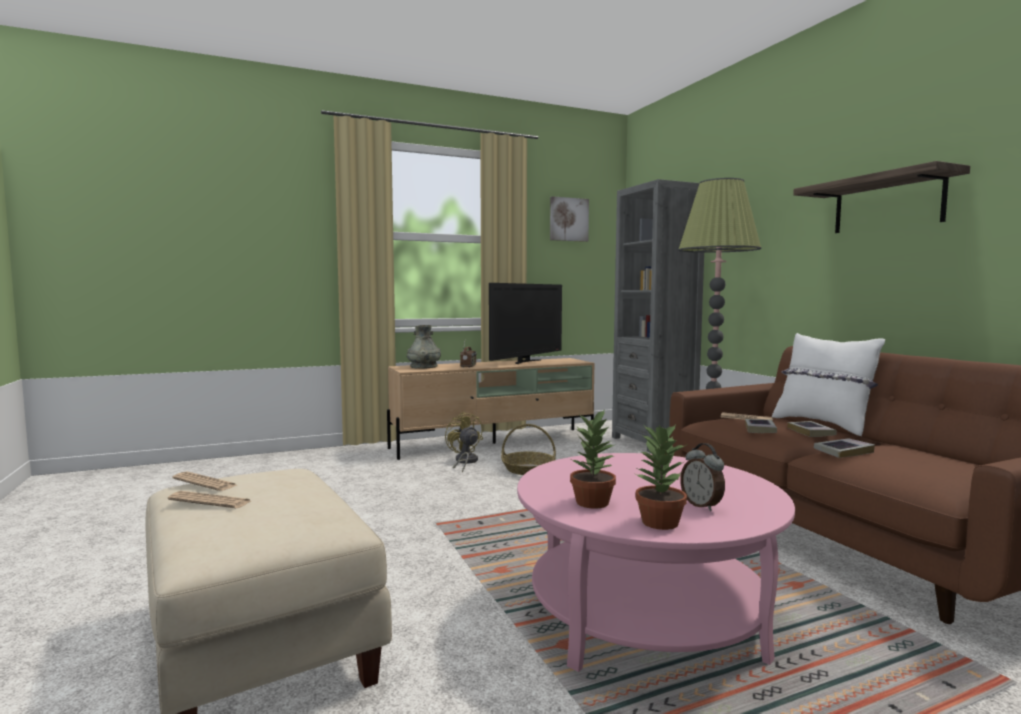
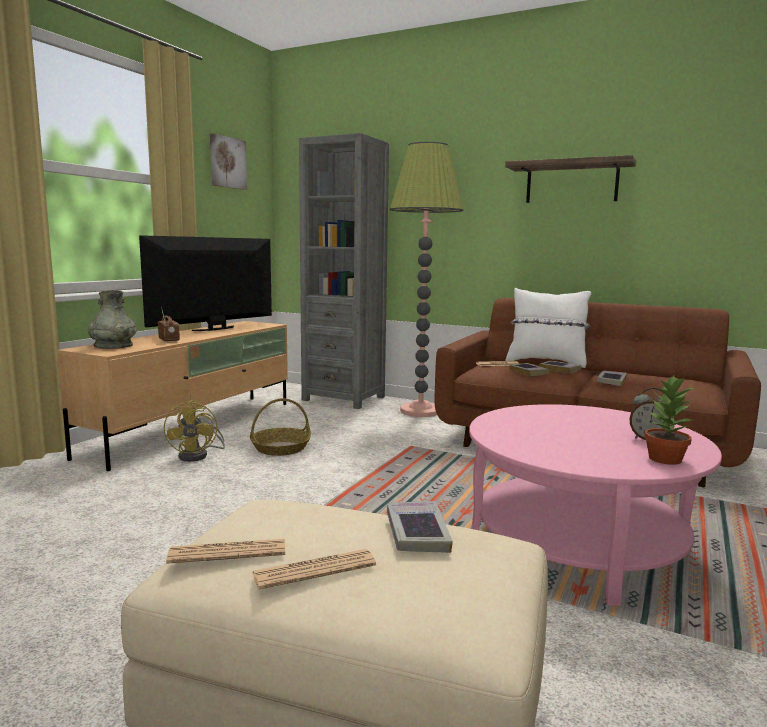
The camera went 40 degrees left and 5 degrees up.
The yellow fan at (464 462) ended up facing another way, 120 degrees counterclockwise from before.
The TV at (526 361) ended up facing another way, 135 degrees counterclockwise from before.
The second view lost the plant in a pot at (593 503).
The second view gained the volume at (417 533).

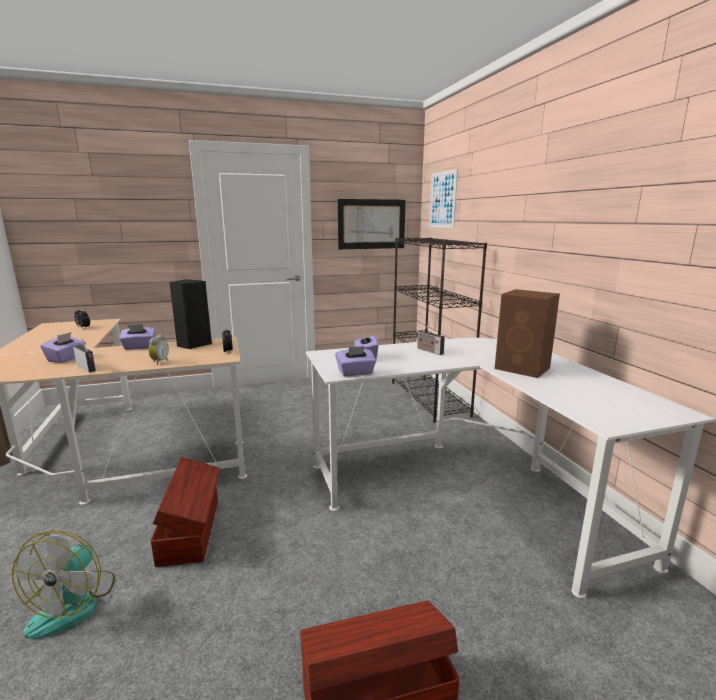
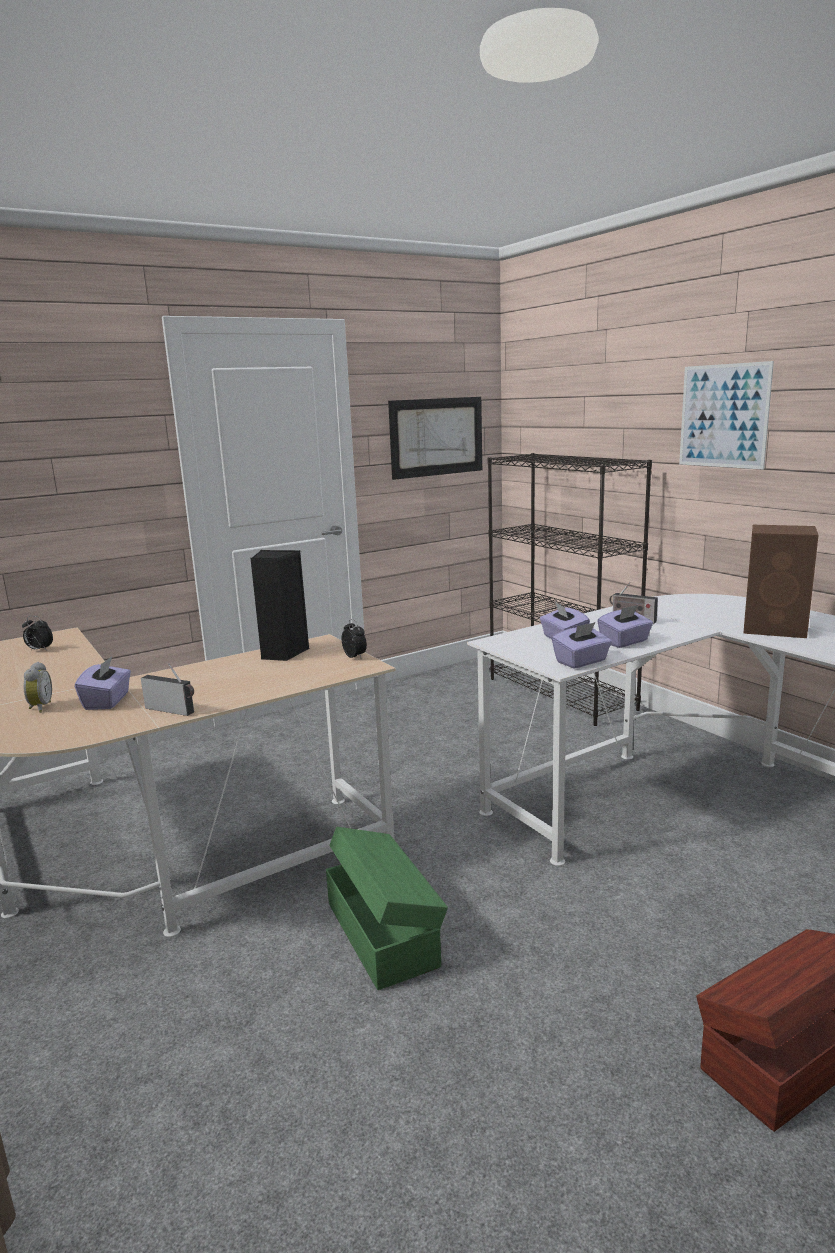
The camera went 15 degrees left and 0 degrees up.
The second view lost the fan at (74 603).
The purple tissue holder ended up elsewhere, having gone from (139 347) to (624 642).
The bedside clock ended up elsewhere, having gone from (159 362) to (39 708).
What was the brown-coloured storage container at (191 530) turned into the greenish storage container at (383 932).
The picture ended up elsewhere, having gone from (442 199) to (723 416).

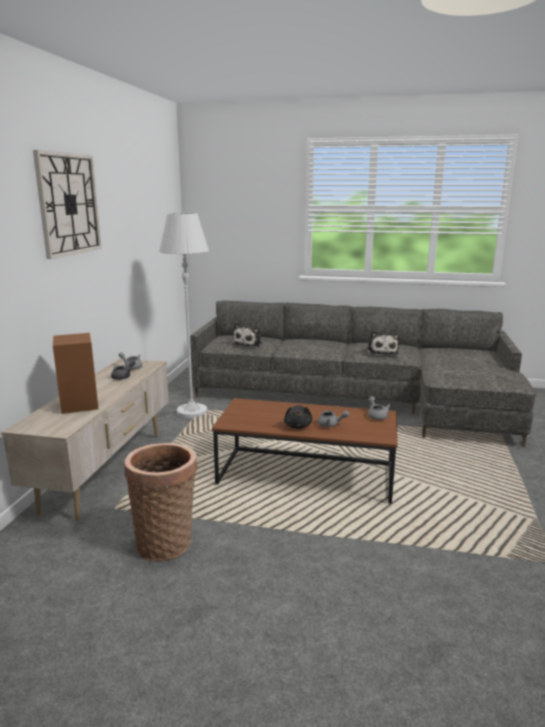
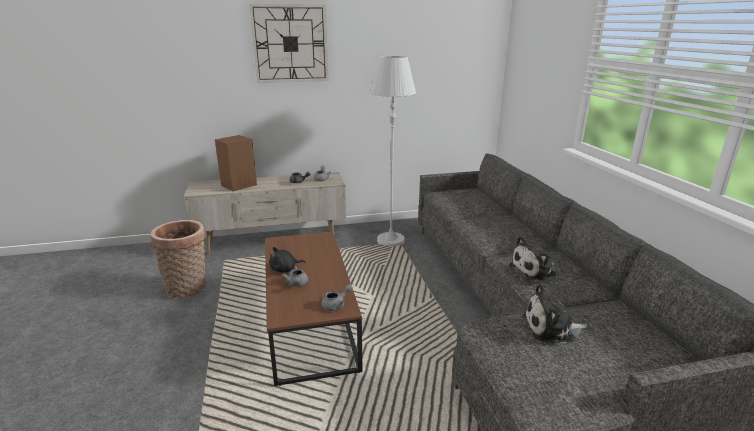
The camera went 65 degrees right and 5 degrees up.
The cuddly toy ended up elsewhere, having gone from (249 344) to (552 329).

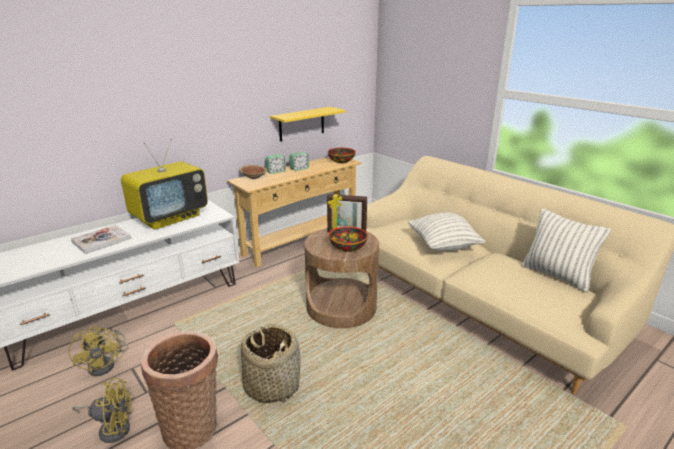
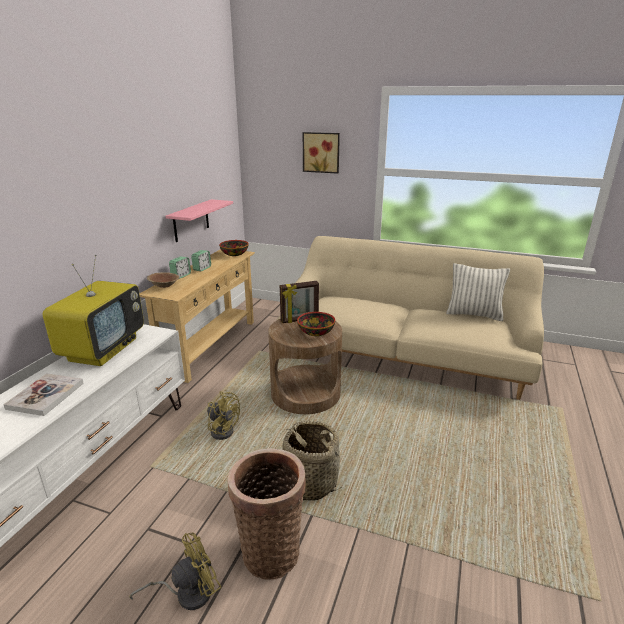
The camera went 30 degrees left and 0 degrees up.
The yellow fan ended up elsewhere, having gone from (106 364) to (222 429).
What was the yellow wall shelf at (301 123) turned into the pink wall shelf at (191 220).
The second view lost the cushion at (443 246).
The second view gained the picture at (321 152).

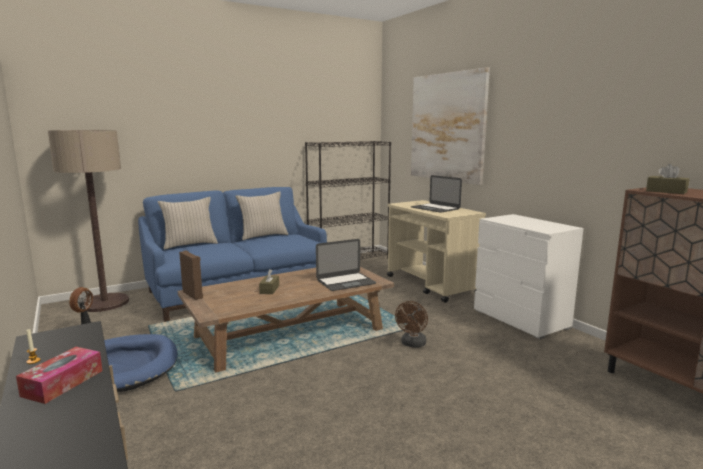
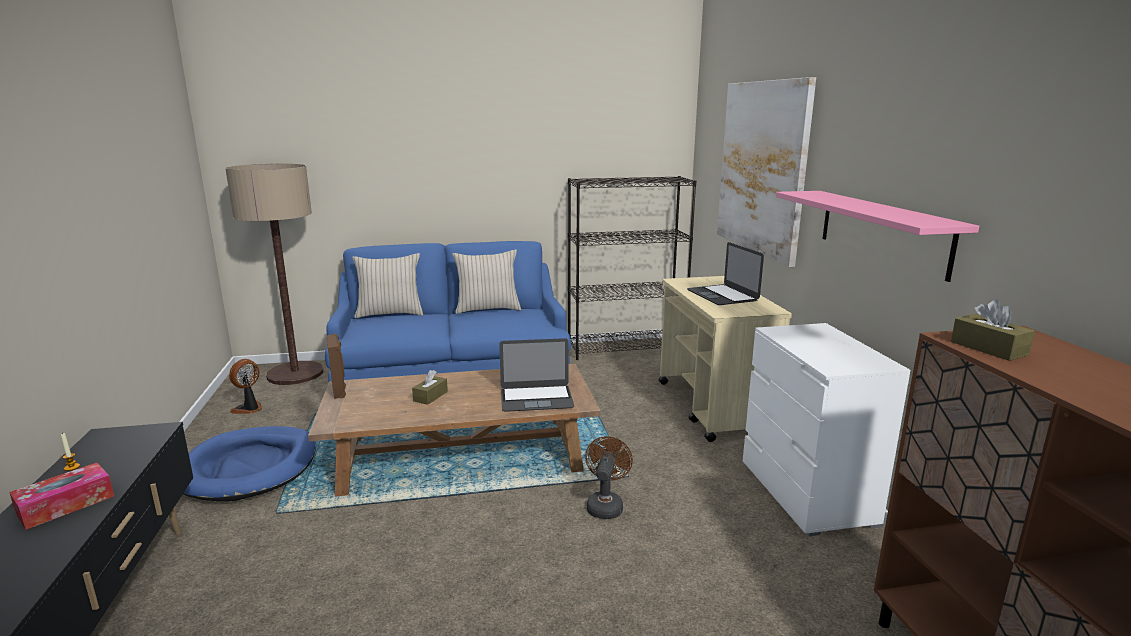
The camera went 20 degrees right and 5 degrees up.
The brown-coloured fan at (412 344) ended up facing another way, 150 degrees clockwise from before.
The second view gained the pink wall shelf at (882 231).

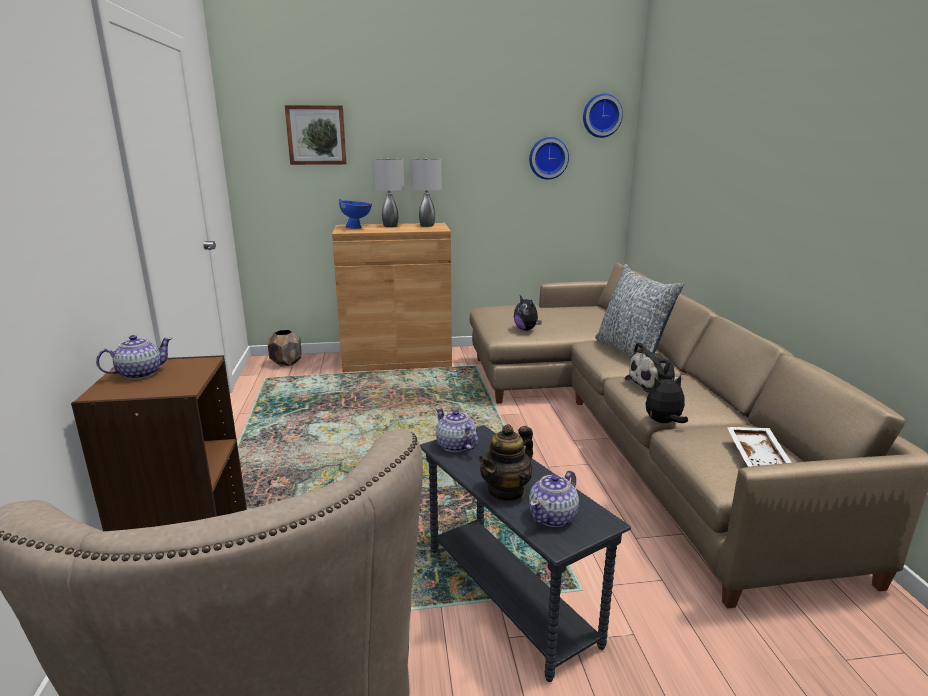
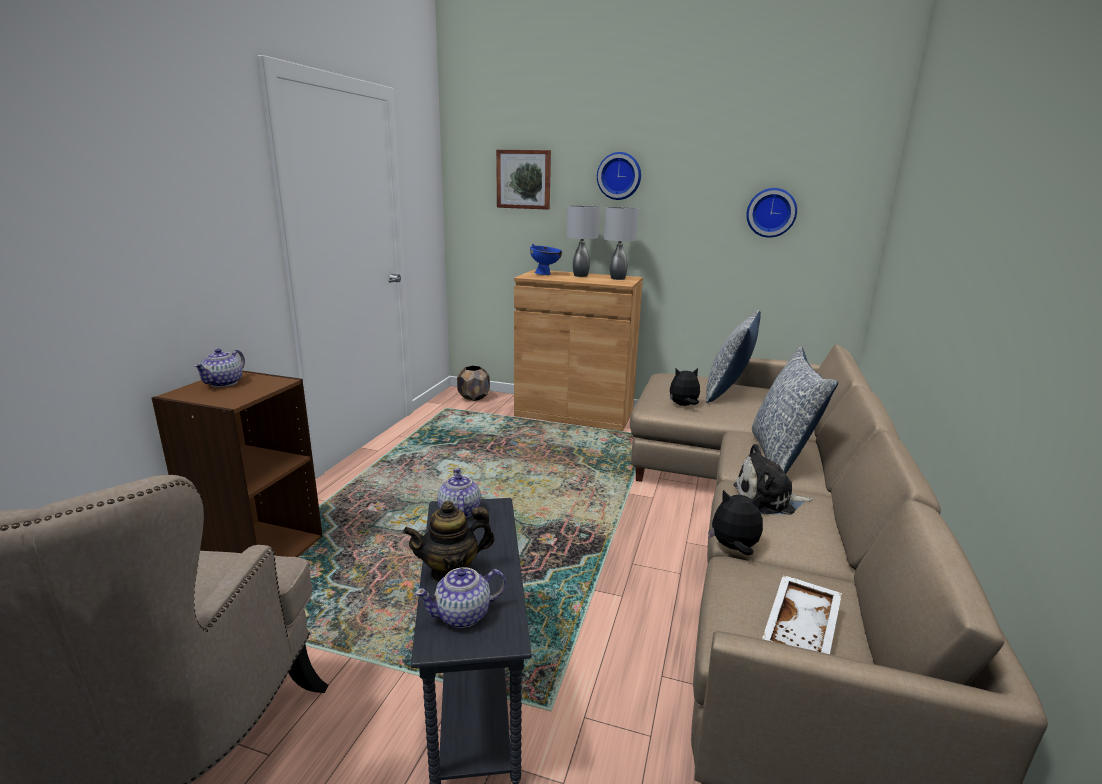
The camera went 25 degrees right and 0 degrees up.
The tea pot at (139 374) ended up facing another way, 120 degrees clockwise from before.
The cuddly toy at (526 329) ended up facing another way, 90 degrees clockwise from before.
The wall clock ended up elsewhere, having gone from (601 116) to (619 176).
The second view gained the cushion at (728 392).

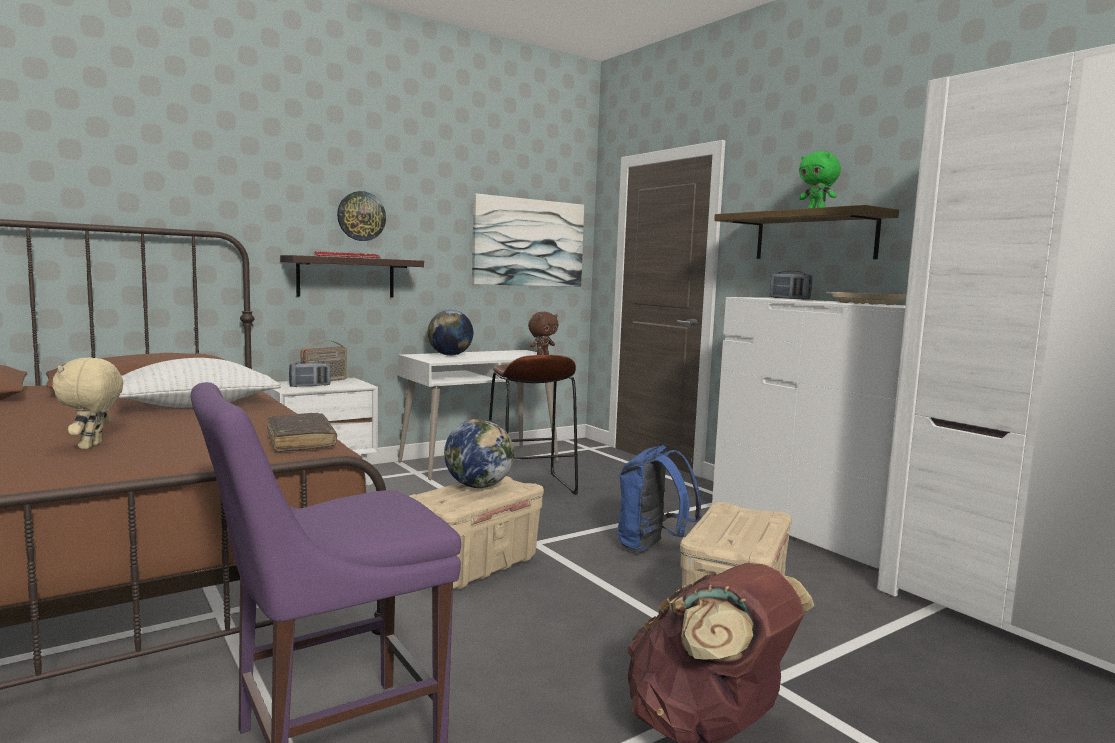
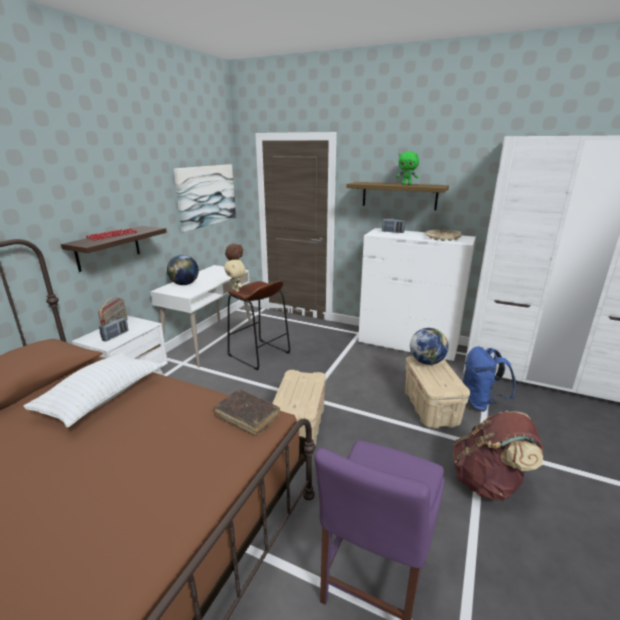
The camera went 30 degrees left and 15 degrees up.
The beige cuddly toy ended up elsewhere, having gone from (92 446) to (236 290).
The second view lost the wall clock at (361 216).
The globe ended up elsewhere, having gone from (479 486) to (426 362).
The bluish backpack ended up elsewhere, having gone from (652 547) to (481 403).

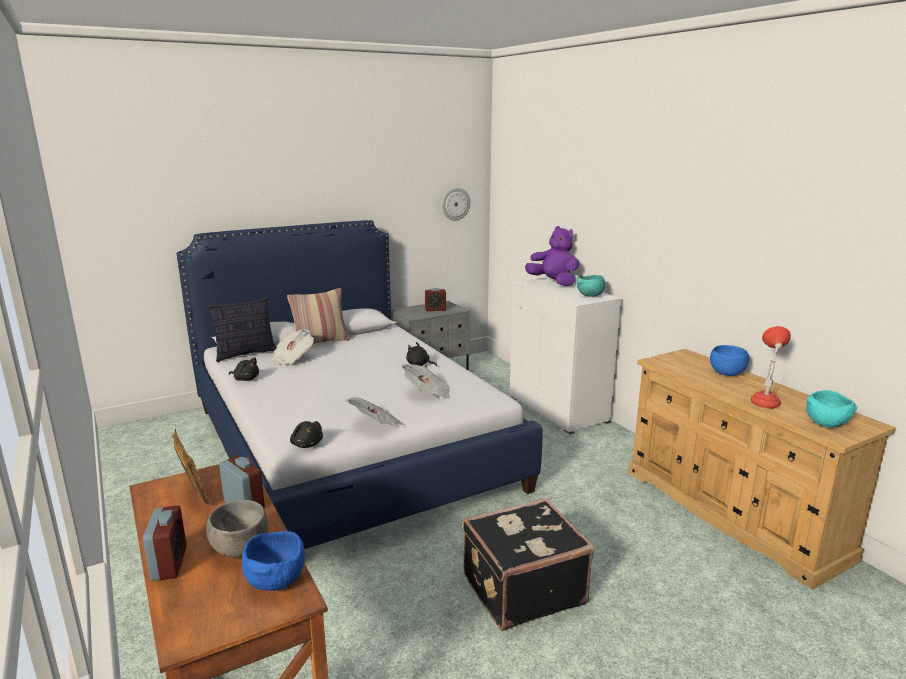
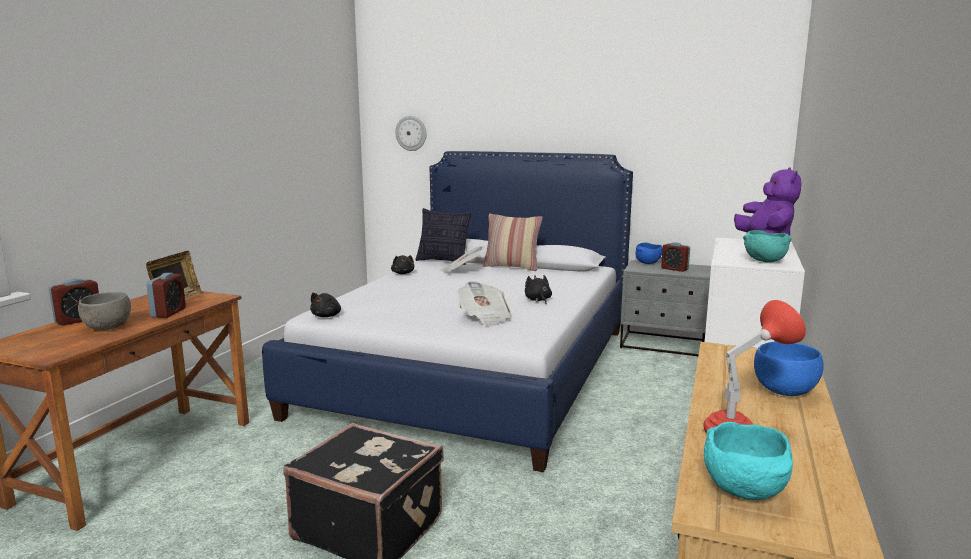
The camera went 50 degrees right and 5 degrees down.
The bluish bowl ended up elsewhere, having gone from (276 580) to (648 263).
The second view lost the daily paper at (376 425).
The wall clock ended up elsewhere, having gone from (455 204) to (411 133).

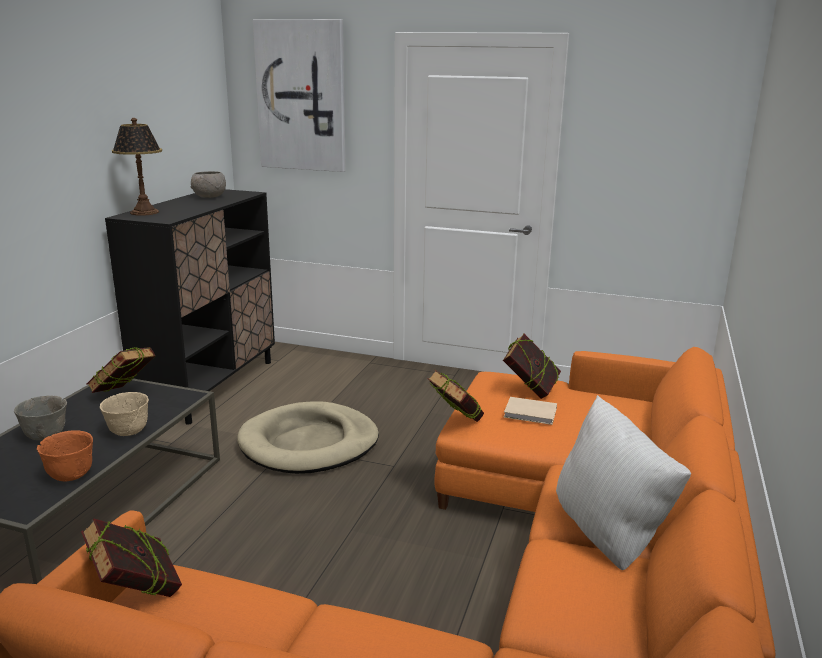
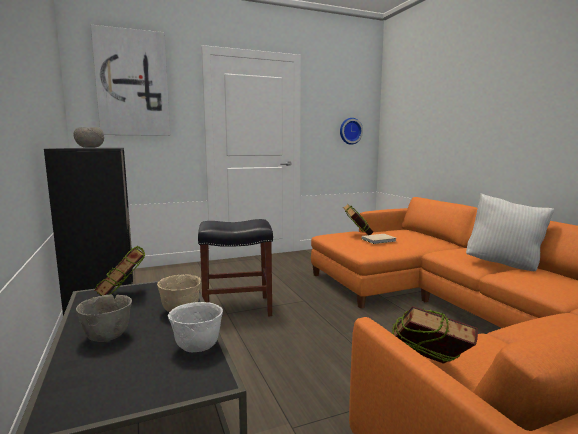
The camera went 40 degrees left and 10 degrees down.
What was the orange bowl at (70 475) turned into the white bowl at (196 347).
The second view lost the tabletop lamp at (144 212).
Where the beige dog cushion stood at (309 443), the black-coloured stool seat came to stand at (238 308).
The second view lost the volume at (455 423).
The second view gained the wall clock at (350 131).

